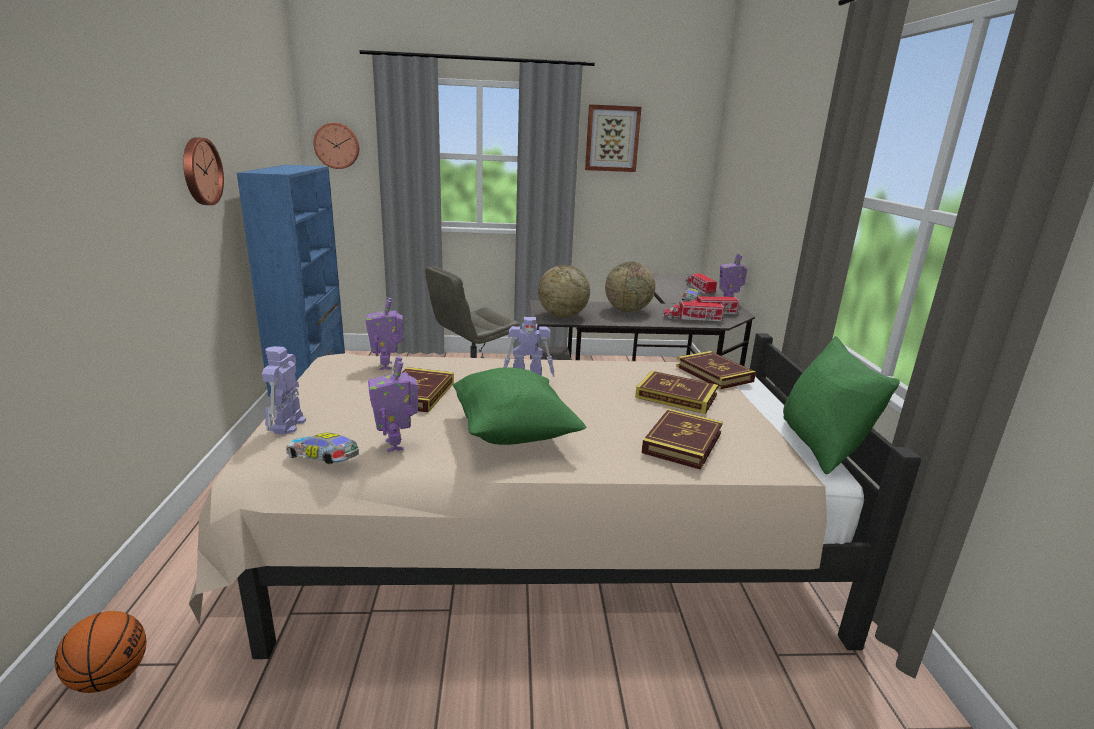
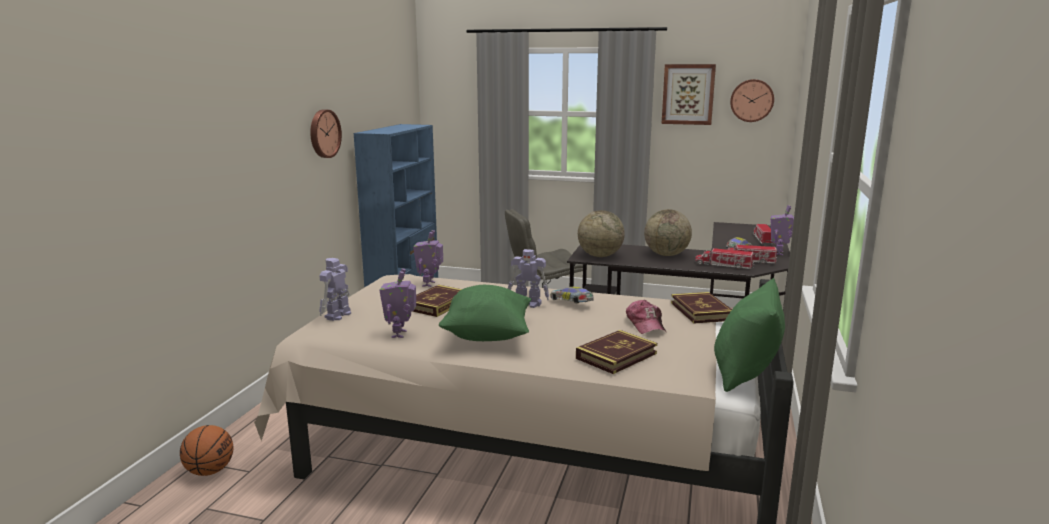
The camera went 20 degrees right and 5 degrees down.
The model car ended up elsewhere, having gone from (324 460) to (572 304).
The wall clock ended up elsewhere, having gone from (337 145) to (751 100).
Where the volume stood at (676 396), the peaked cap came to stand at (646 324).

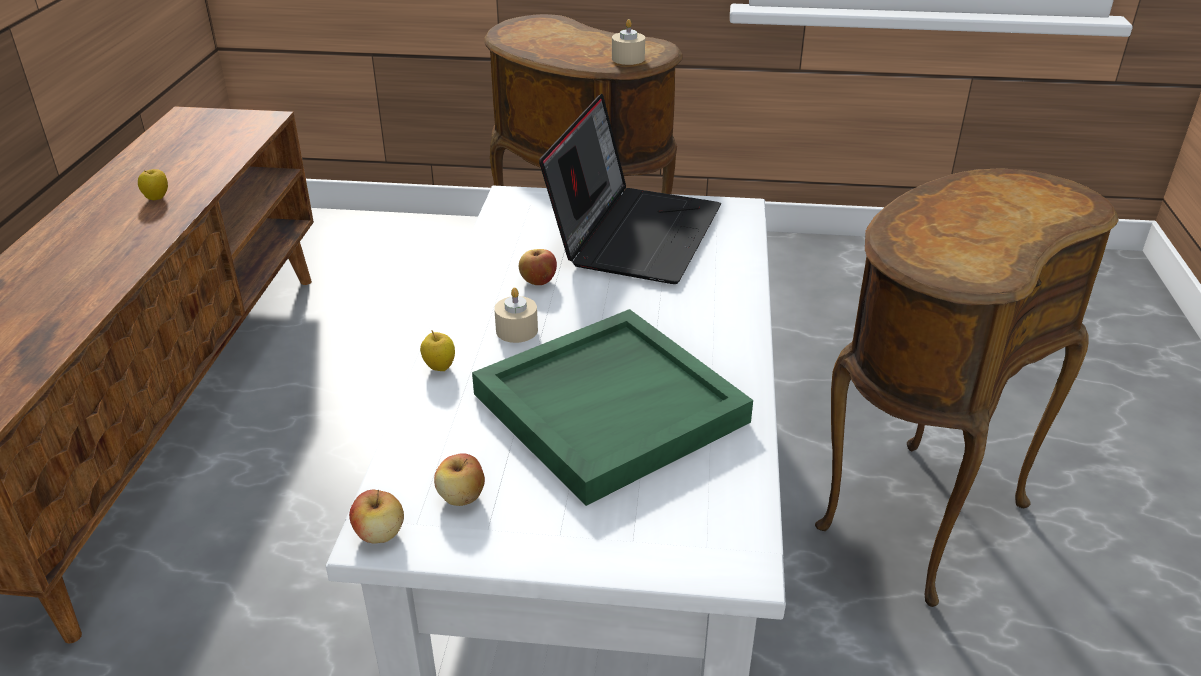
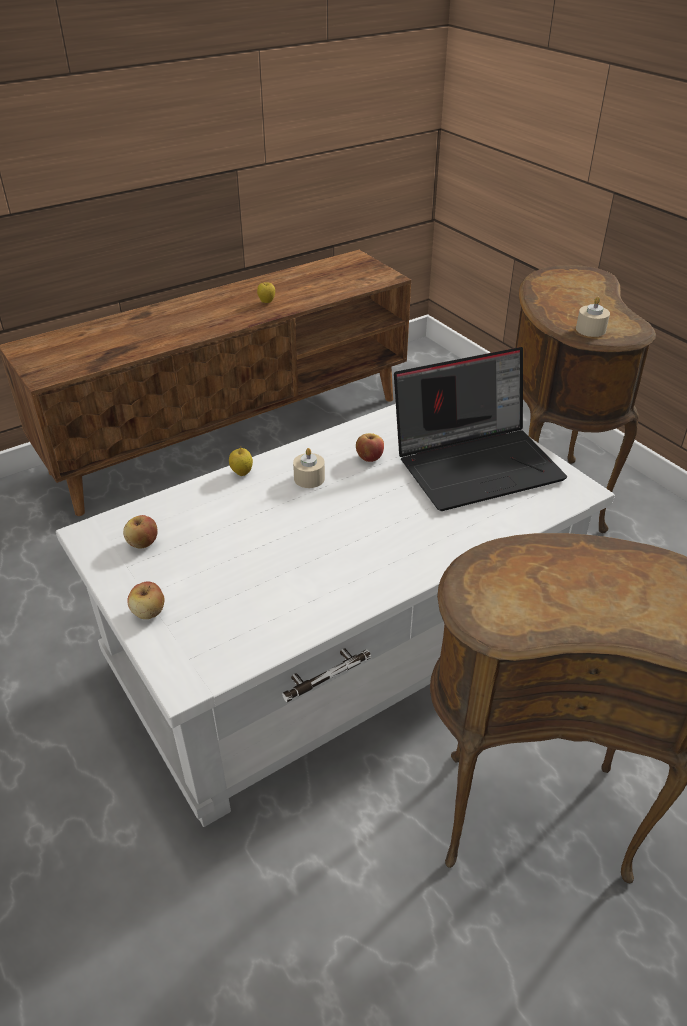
The camera went 50 degrees right and 5 degrees up.
The apple ended up elsewhere, having gone from (380 534) to (149 612).
The second view lost the greenish tray at (610 406).

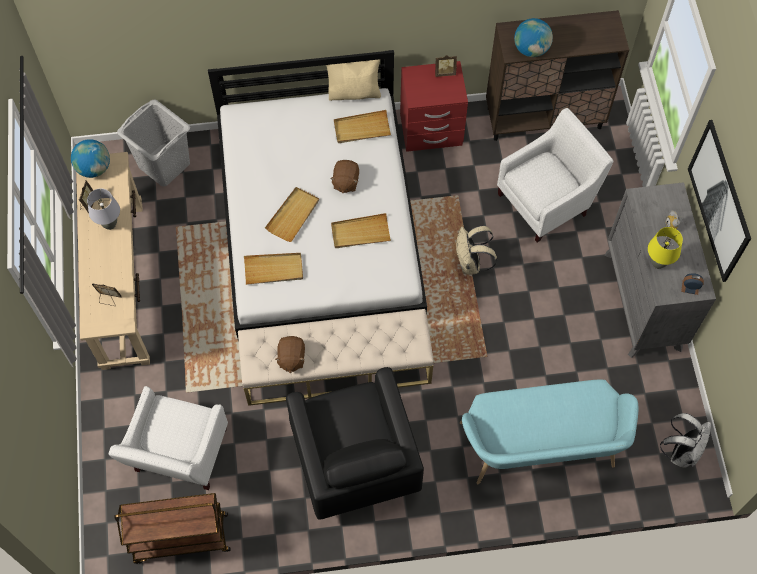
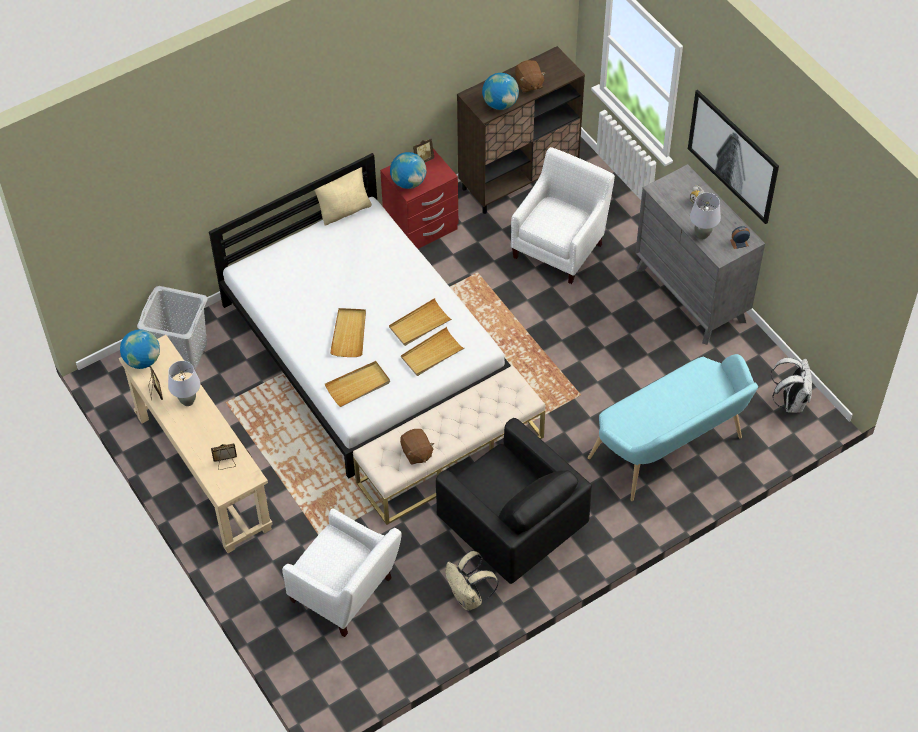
The camera went 25 degrees left and 10 degrees down.
The white armchair at (178 456) ended up facing another way, 45 degrees counterclockwise from before.
The second view lost the brown-coloured wheeled cart at (180 539).
The brown-coloured cuddly toy ended up elsewhere, having gone from (345 182) to (529 84).
The beige tray ended up elsewhere, having gone from (362 128) to (432 354).
The beige backpack ended up elsewhere, having gone from (471 264) to (469 597).
What was the yellow tabletop lamp at (657 263) turned into the gray tabletop lamp at (702 235).
The second view gained the globe at (408 182).

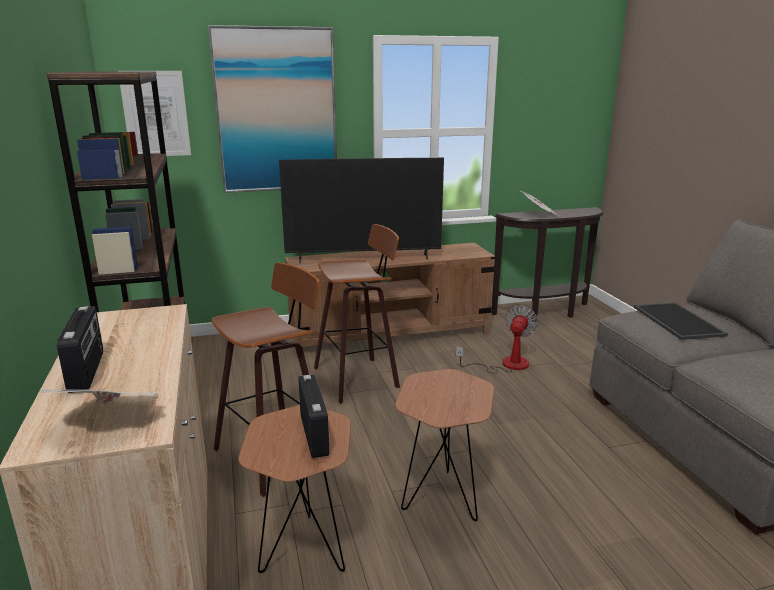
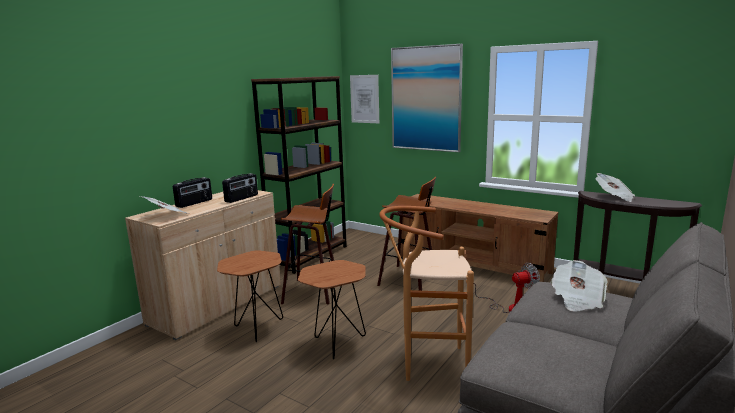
The camera went 50 degrees right and 5 degrees down.
The second view lost the TV at (363 258).
The radio receiver ended up elsewhere, having gone from (315 435) to (242 198).
Where the tray stood at (679 321), the daily paper came to stand at (577 299).
The second view gained the brown-coloured stool seat at (427 364).

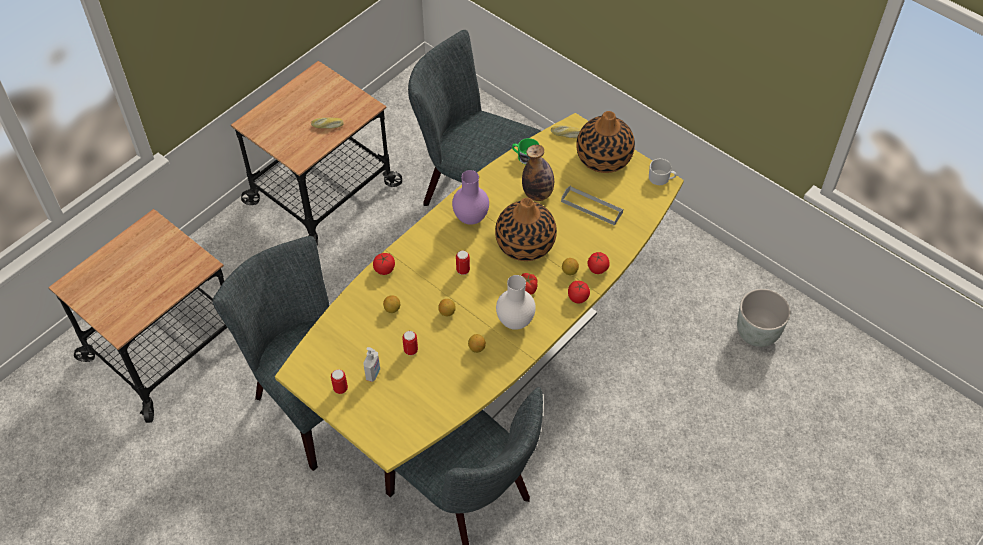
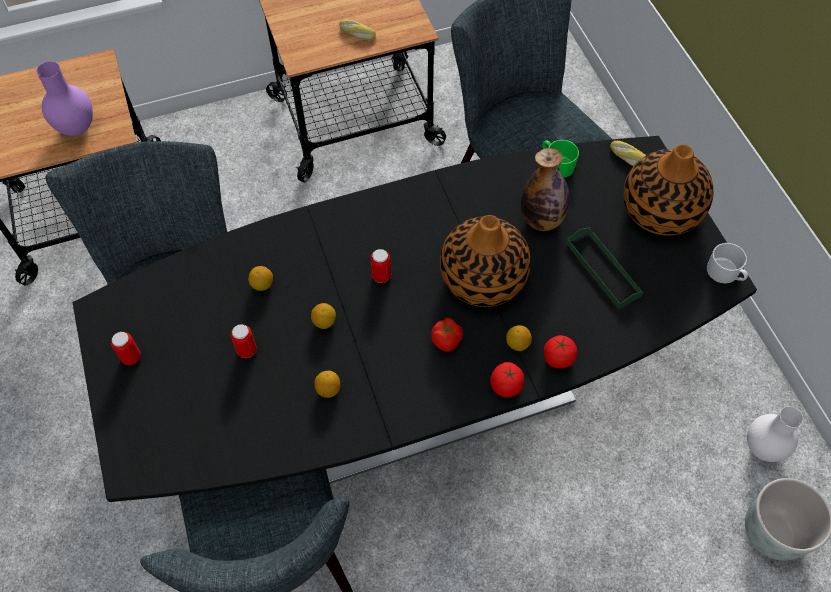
The camera went 30 degrees right and 5 degrees up.
What was the yellow dinner table at (492 358) turned into the black-coloured dinner table at (417 395).
The second view lost the soap bottle at (373 374).
The second view lost the whole tomato at (384 269).
The purple decorative vase ended up elsewhere, having gone from (470 218) to (77 128).
The white decorative vase ended up elsewhere, having gone from (516 322) to (762 449).
What was the gray tray at (591 207) turned into the greenish tray at (603 269).

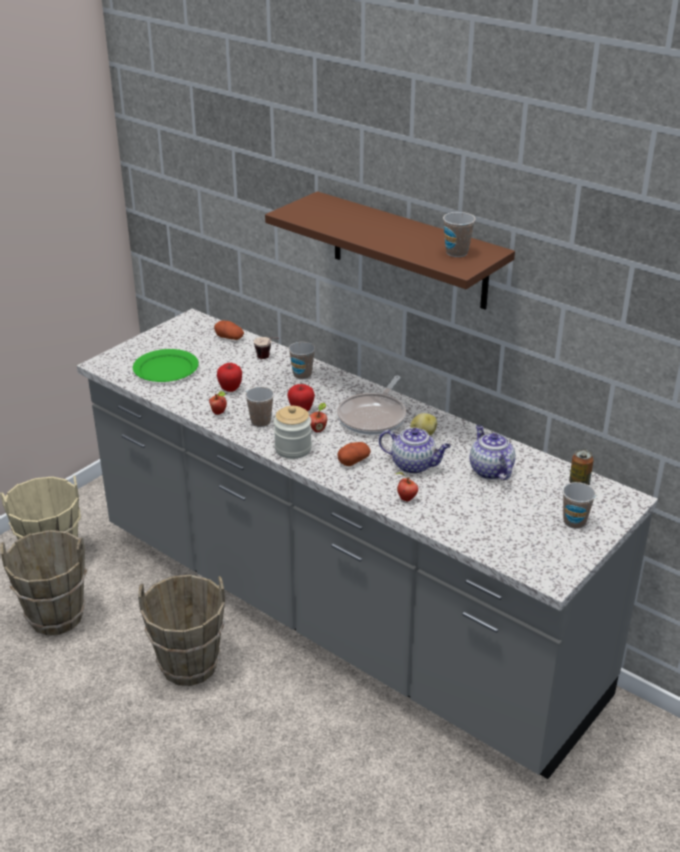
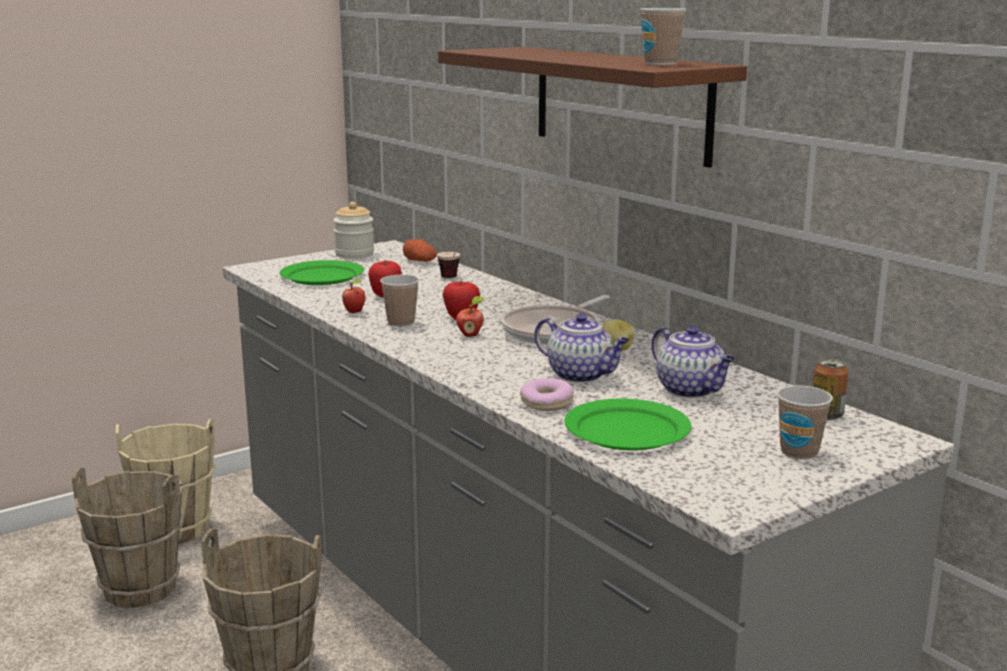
The camera went 15 degrees right and 15 degrees down.
The storage jar ended up elsewhere, having gone from (293 449) to (354 254).
The second view lost the small cup at (302 375).
The second view lost the whole potato at (353 461).
Where the apple stood at (405 499), the donut came to stand at (546 403).
The tea pot at (490 470) ended up facing another way, 150 degrees clockwise from before.
The second view gained the greenish dinner plate at (626 430).

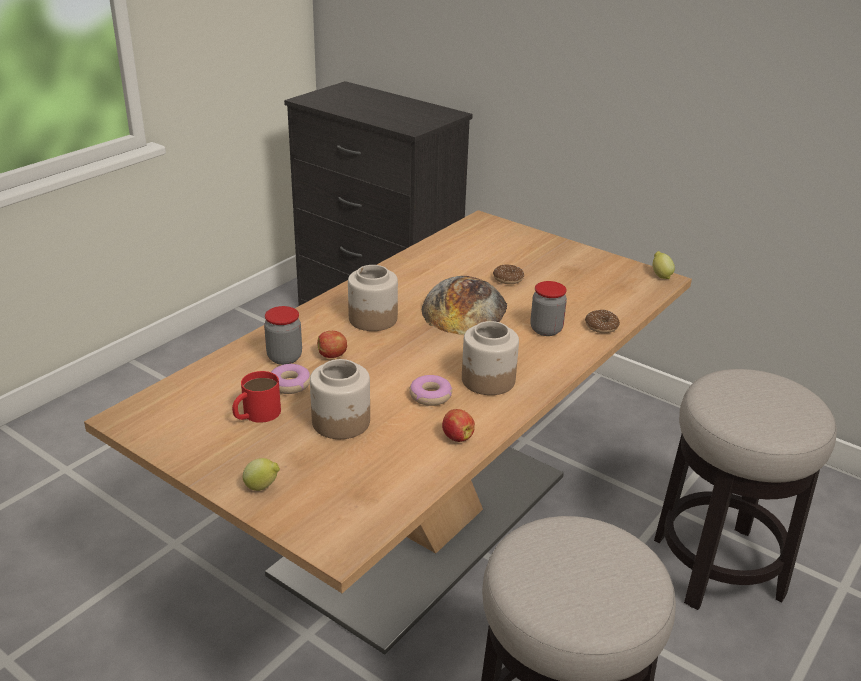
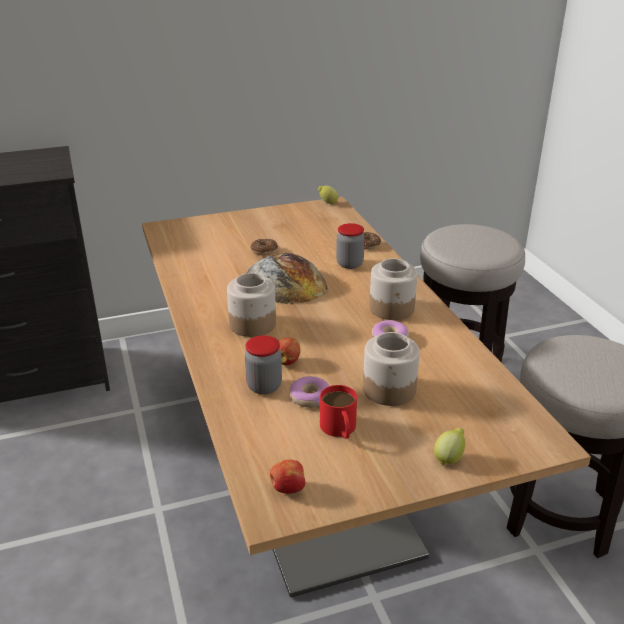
The camera went 55 degrees left and 0 degrees up.
The apple ended up elsewhere, having gone from (457 437) to (287 488).

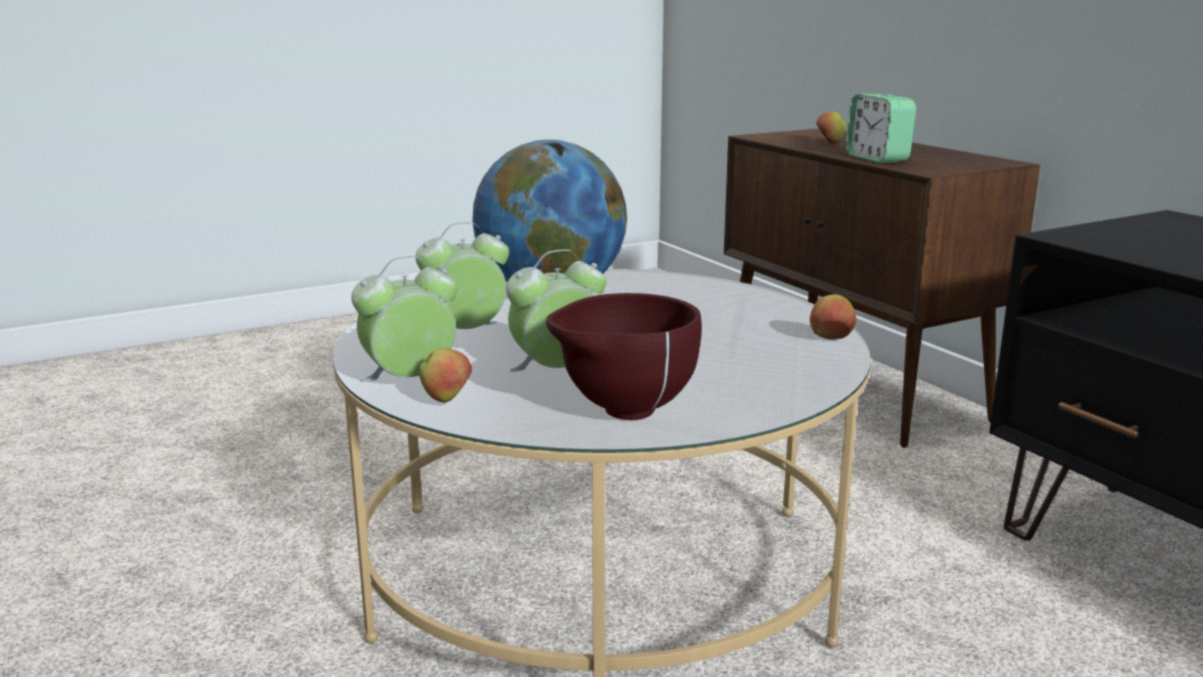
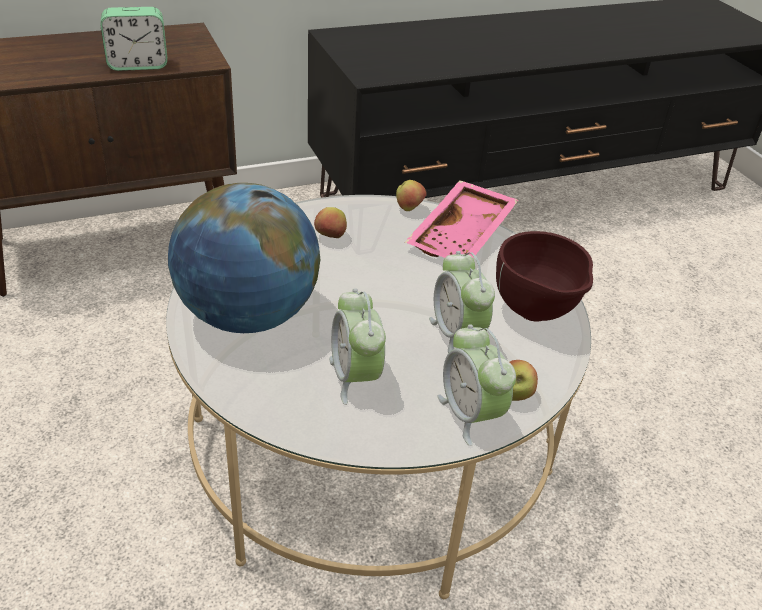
The camera went 85 degrees left and 20 degrees up.
The apple ended up elsewhere, having gone from (829 142) to (330 237).
The second view gained the pink tray at (463 236).

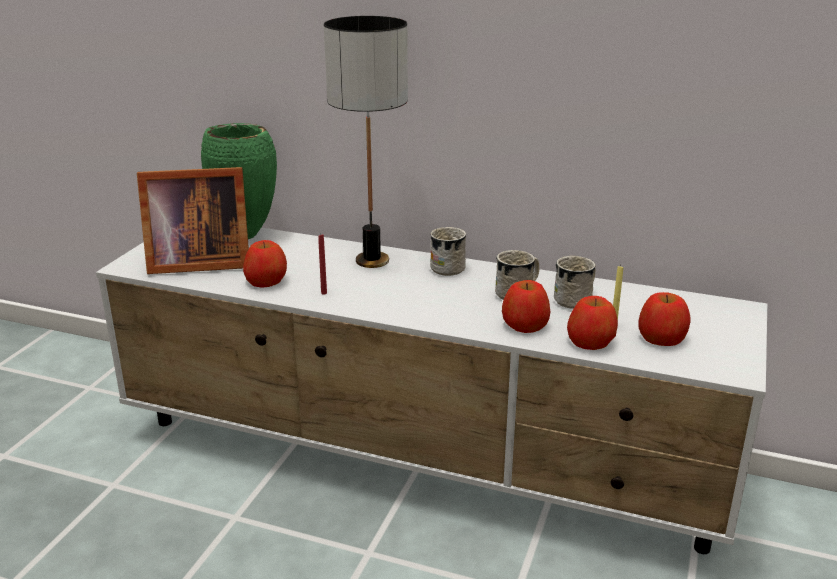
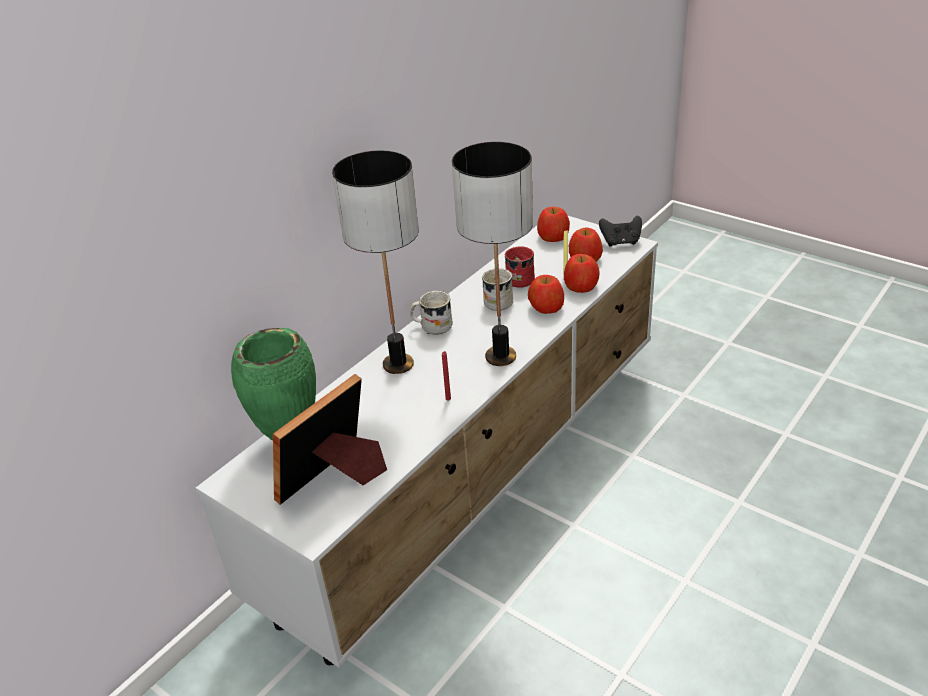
The camera went 70 degrees left and 10 degrees up.
The photo frame at (196 262) ended up facing another way, 150 degrees counterclockwise from before.
The apple ended up elsewhere, having gone from (266 281) to (553 236).
What was the white mug at (577 299) turned into the red-coloured mug at (518 278).
The second view gained the tabletop lamp at (500 357).
The second view gained the black-coloured joypad at (620 242).

